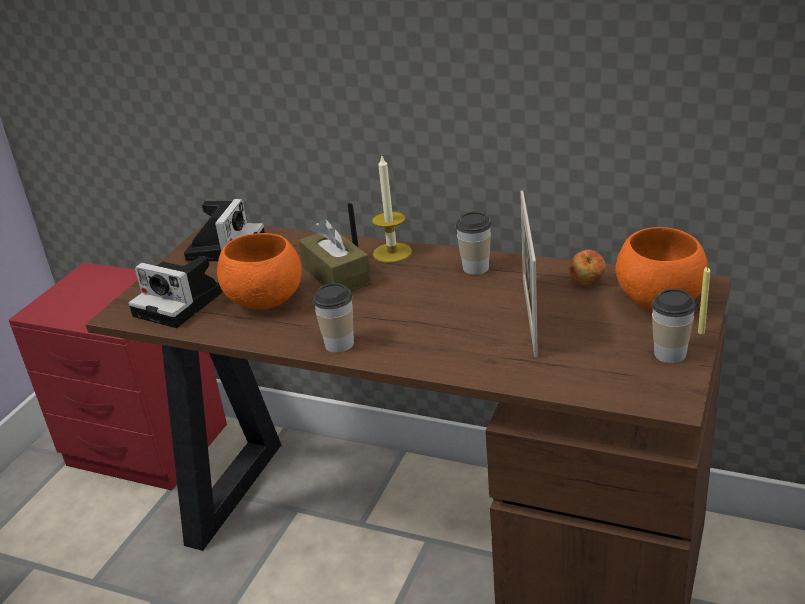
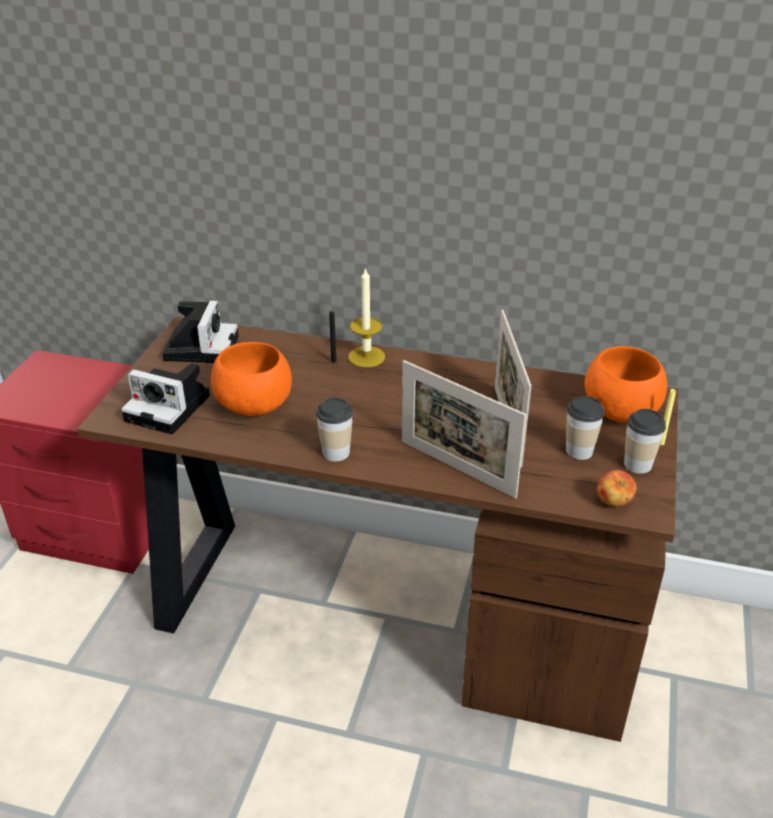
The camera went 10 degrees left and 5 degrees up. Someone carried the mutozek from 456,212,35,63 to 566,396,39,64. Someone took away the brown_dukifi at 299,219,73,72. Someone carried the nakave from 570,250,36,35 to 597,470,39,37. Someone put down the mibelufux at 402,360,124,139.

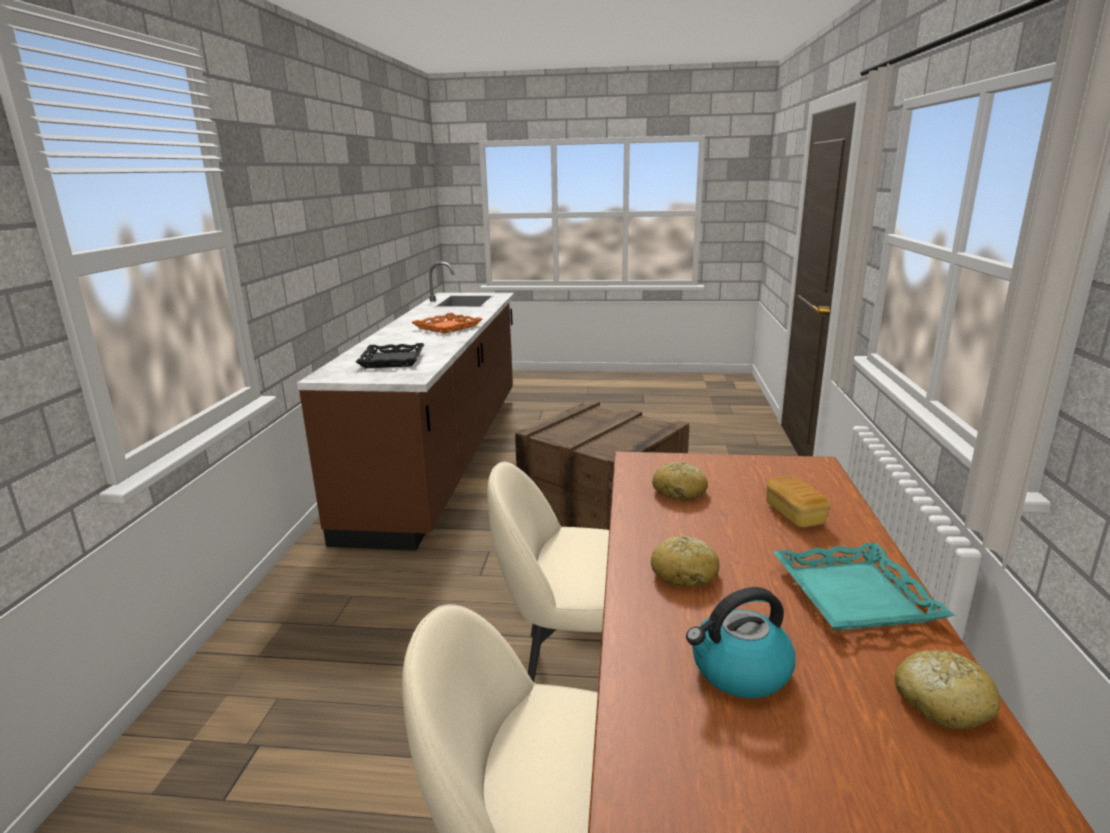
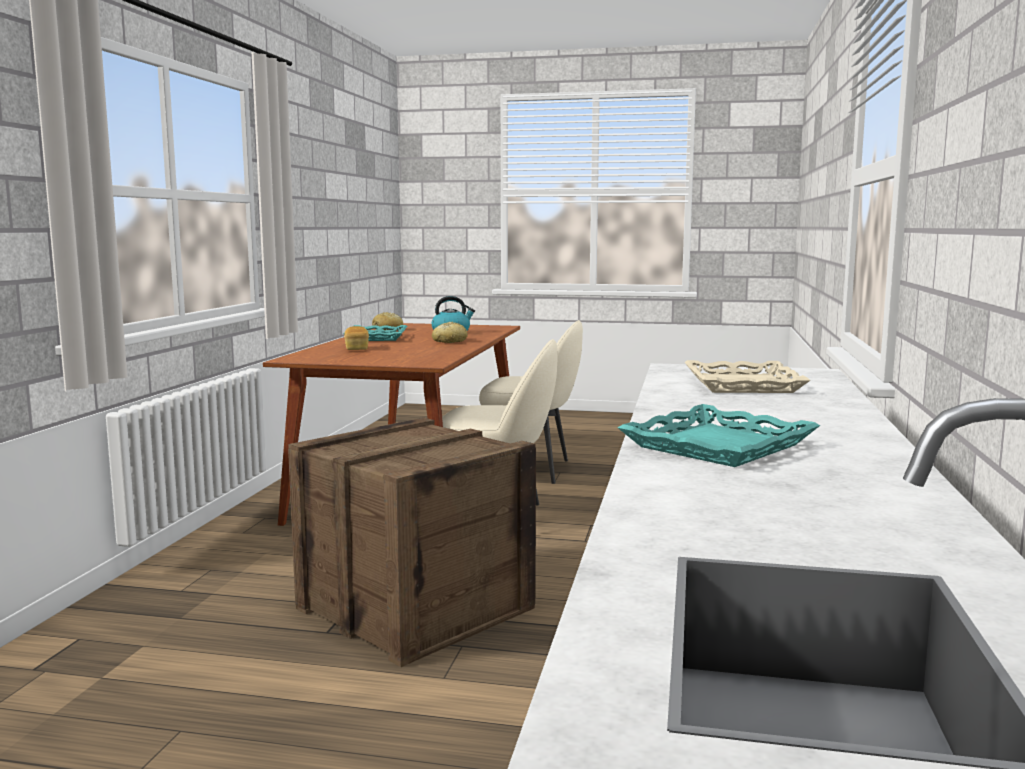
The camera went 175 degrees left and 10 degrees down. Someone repainted the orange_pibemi at 411,313,71,21, which became the turquoise_pibemi at 617,404,203,63. Someone repainted the black_pibemi at 356,343,68,25, which became the beige_pibemi at 684,360,127,33. Someone took away the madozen at 652,462,56,38.

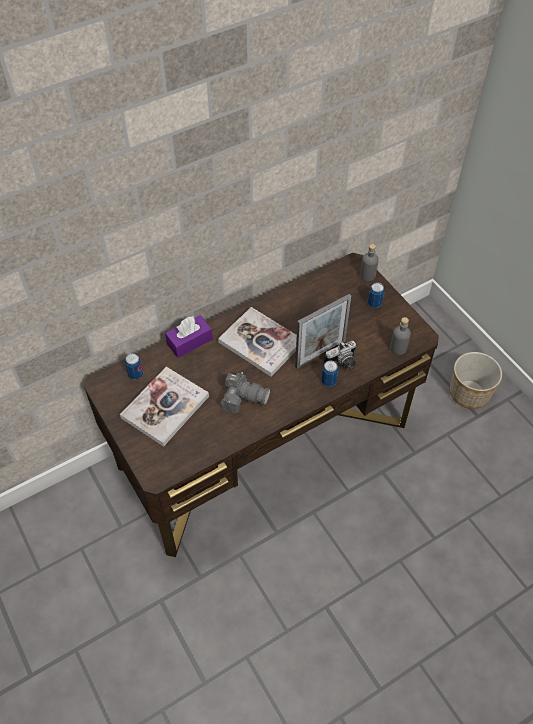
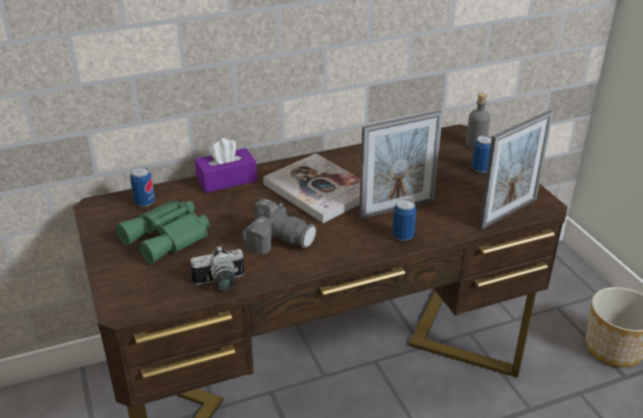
The camera went 10 degrees right and 20 degrees down. Someone swapped the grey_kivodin at 390,317,21,38 for the mibelufux at 479,110,74,119. Someone carried the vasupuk from 324,341,32,29 to 190,246,54,45. Someone swapped the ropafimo at 120,367,89,80 for the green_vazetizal at 116,201,94,63.

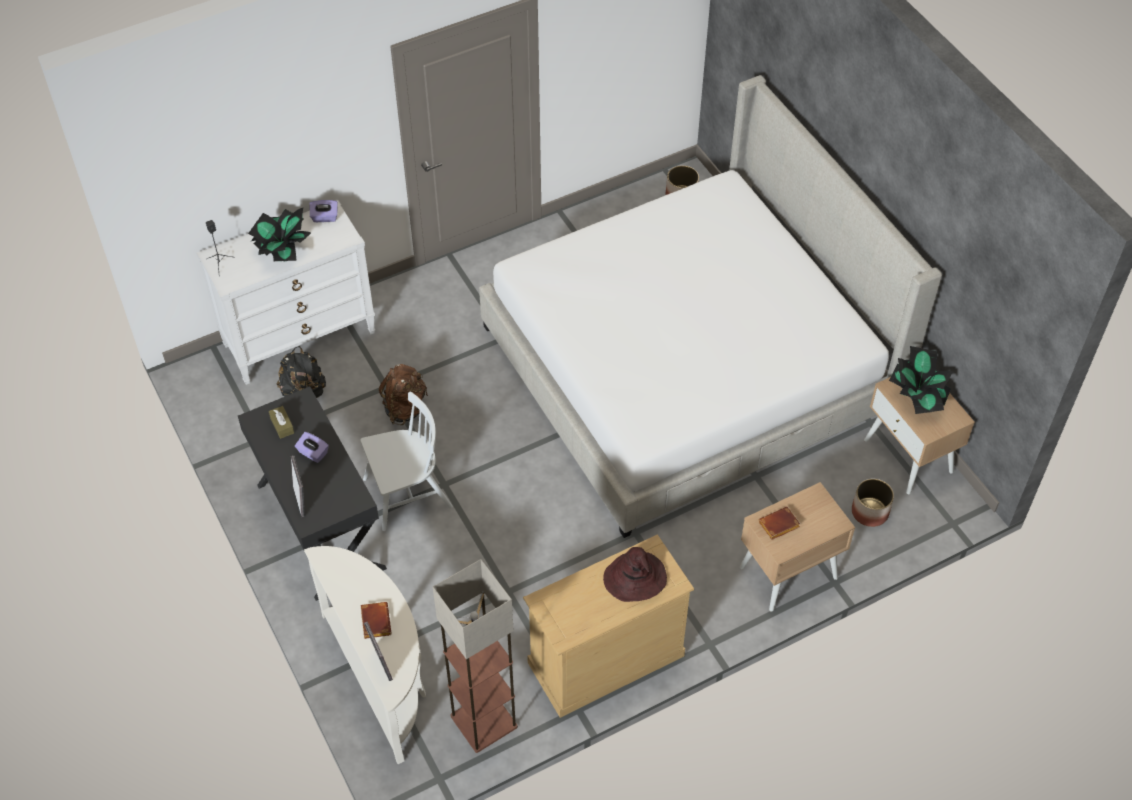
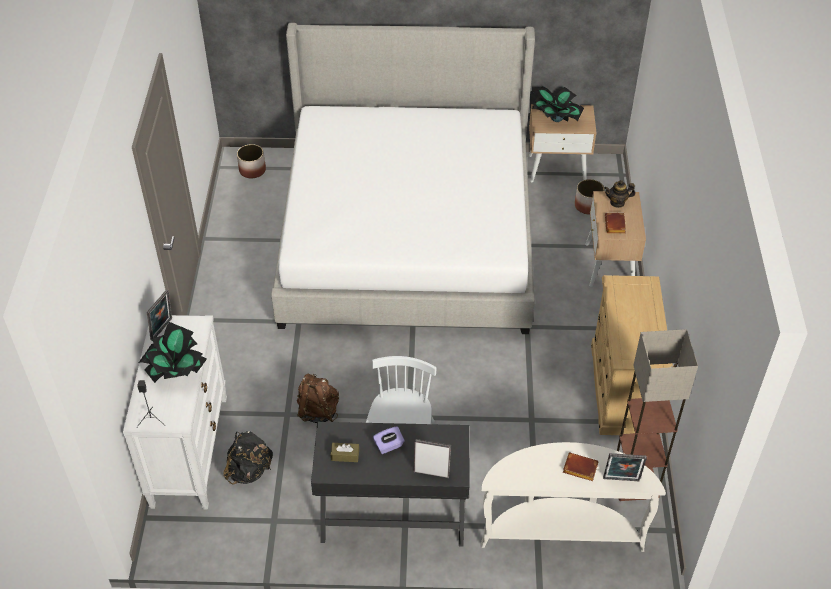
The camera went 60 degrees left and 5 degrees down. Someone swapped the purple_dukifi at 310,200,28,22 for the mibelufux at 147,290,25,50. Someone took away the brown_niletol at 603,547,64,55. Someone put down the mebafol at 604,180,31,28.

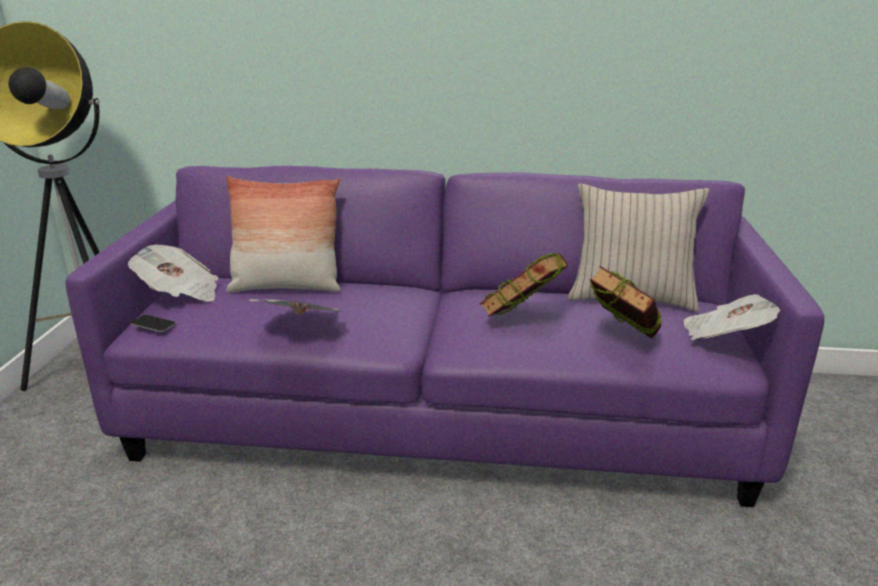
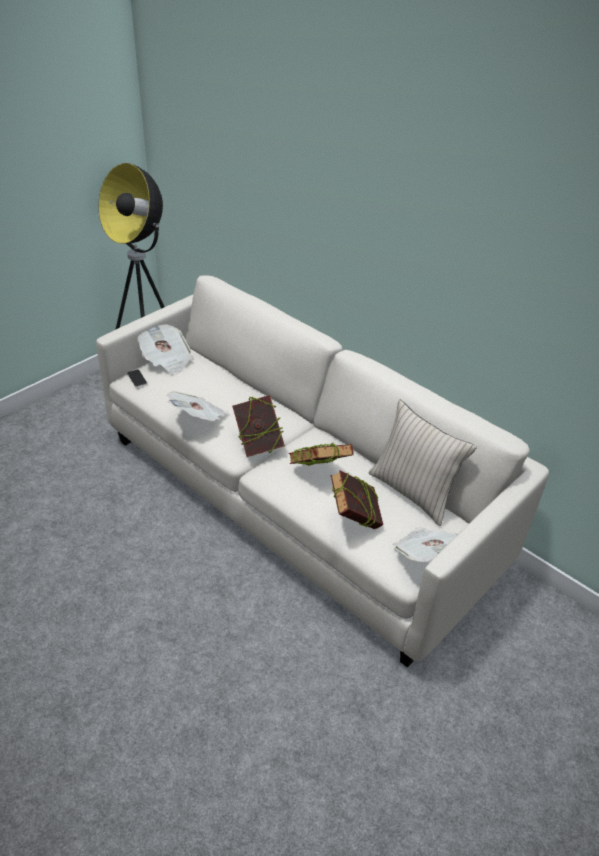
The camera went 35 degrees right and 15 degrees up. Someone repainted the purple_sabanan at 65,166,759,341, which became the white_sabanan at 96,275,453,393. Someone took away the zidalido at 226,176,115,117. Someone put down the ropafimo at 232,395,53,62.

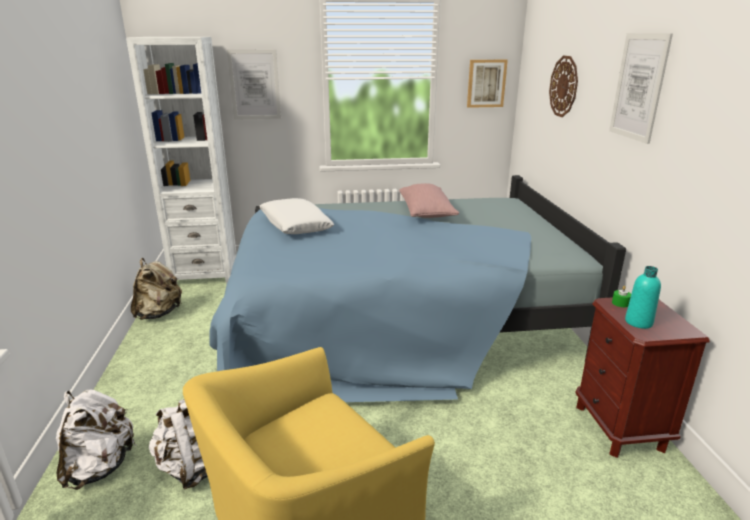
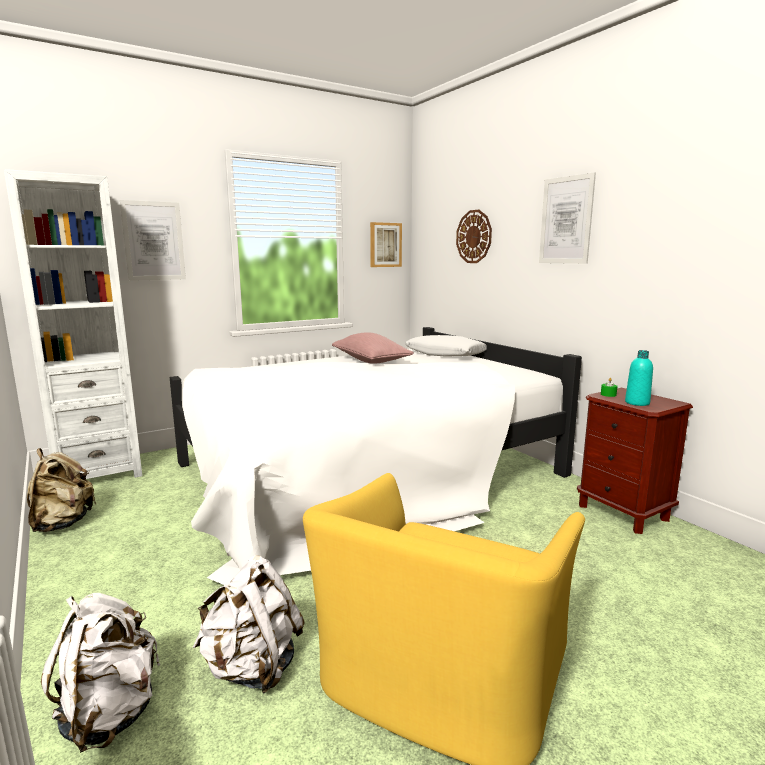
The camera went 25 degrees left and 10 degrees down. Someone repainted the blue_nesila at 209,175,417,227, which became the white_nesila at 170,327,412,258. Someone carried the white_zidalido from 259,198,75,36 to 405,335,82,22.

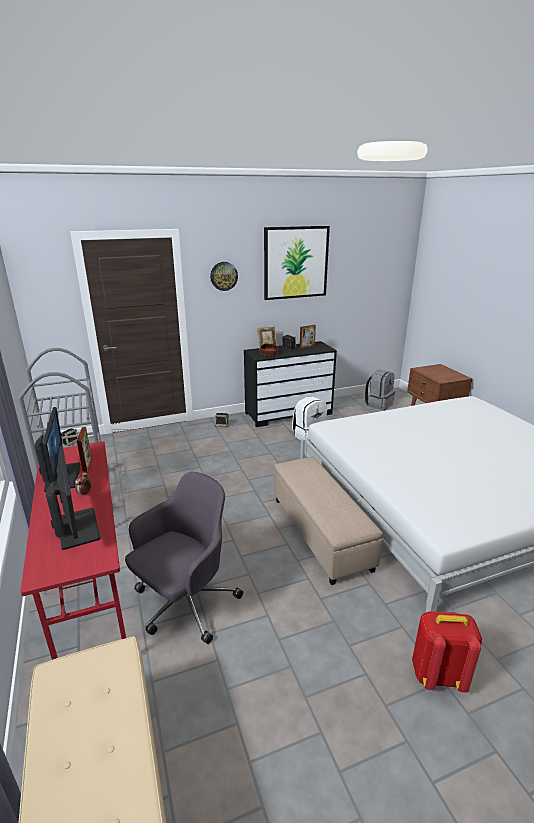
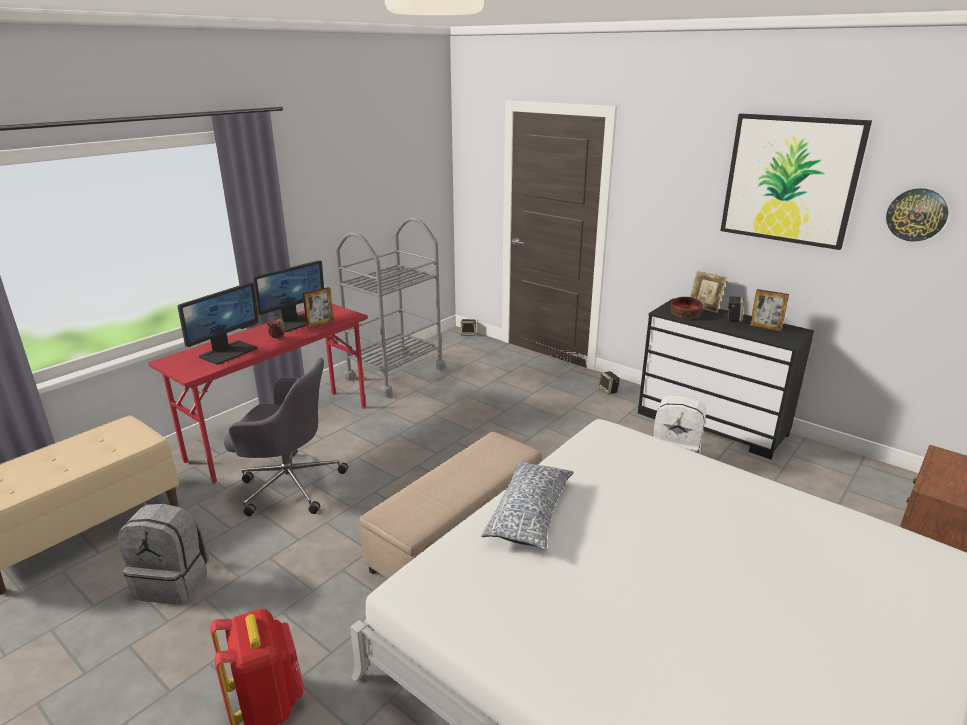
The camera went 60 degrees right and 0 degrees up. Someone carried the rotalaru from 210,262,28,29 to 886,188,62,54. Someone carried the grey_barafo from 364,370,32,40 to 118,504,91,101. Someone put down the zidalido at 481,459,92,91.

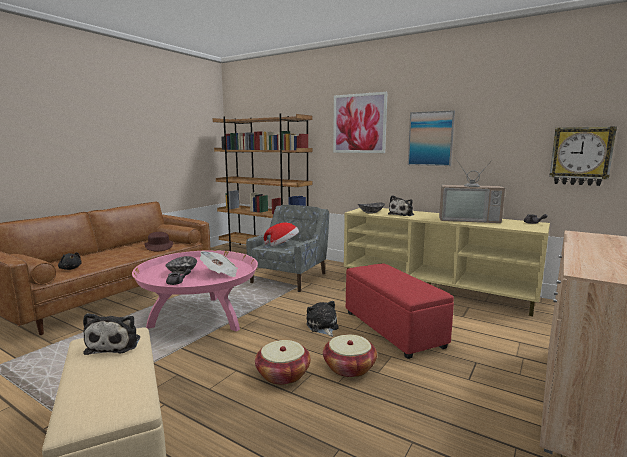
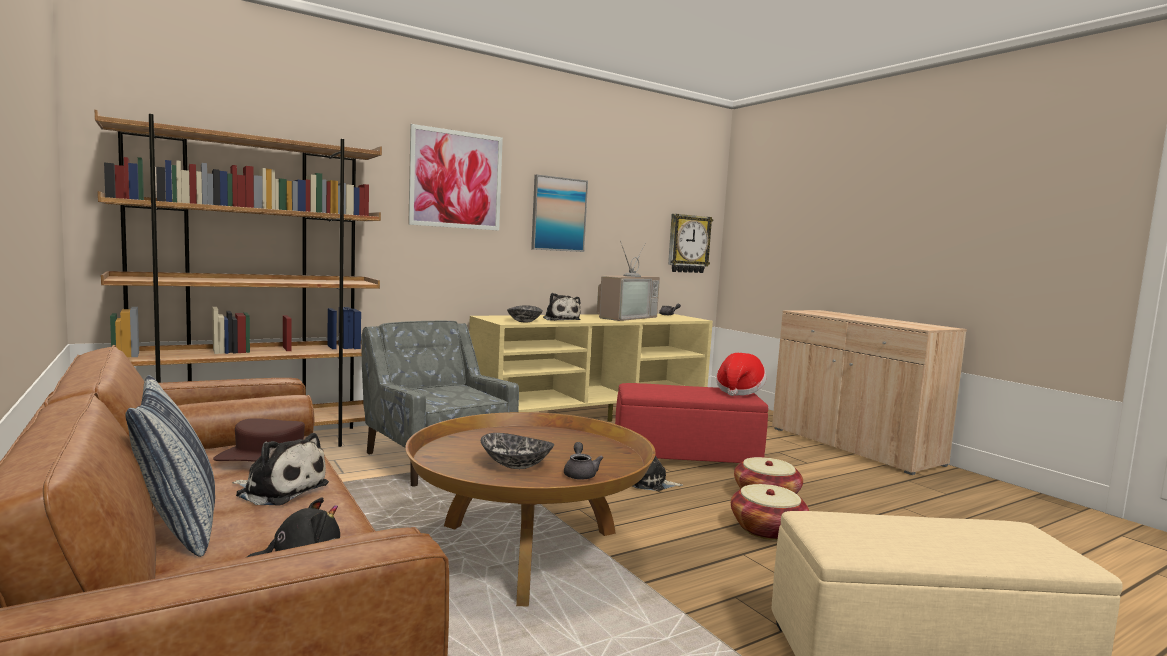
The camera went 65 degrees left and 5 degrees down. Someone carried the niletol from 264,222,35,24 to 716,353,50,43. Someone repainted the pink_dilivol at 132,250,126,82, which became the brown_dilivol at 405,412,250,195. Someone took away the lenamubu at 200,251,38,26. Someone carried the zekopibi from 83,313,57,42 to 232,433,97,72. Someone put down the zidalido at 125,375,90,182.

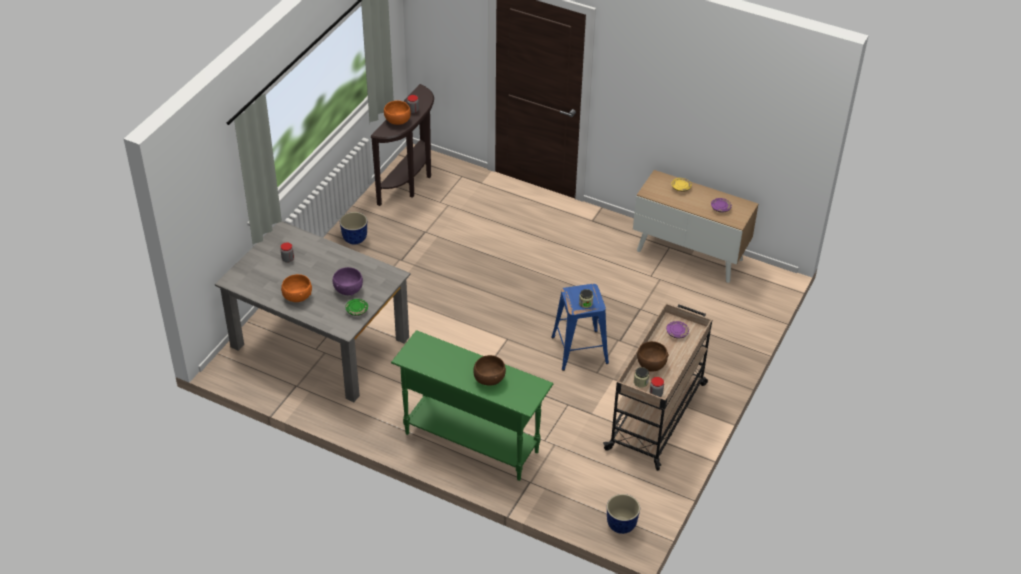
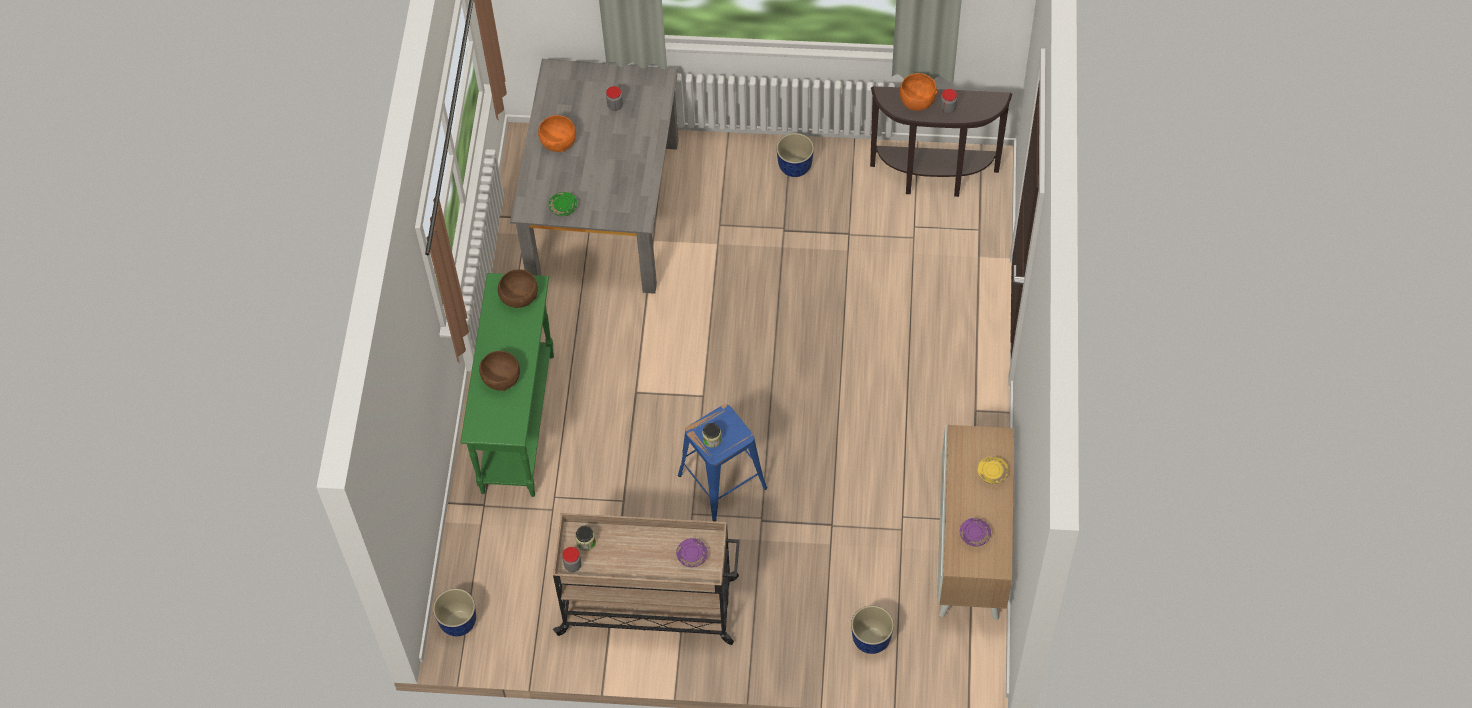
The camera went 70 degrees right and 15 degrees up. Someone took away the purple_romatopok at 333,267,30,29. Someone carried the brown_romatopok from 637,341,32,31 to 498,269,40,39. Someone put down the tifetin at 851,605,43,49.

